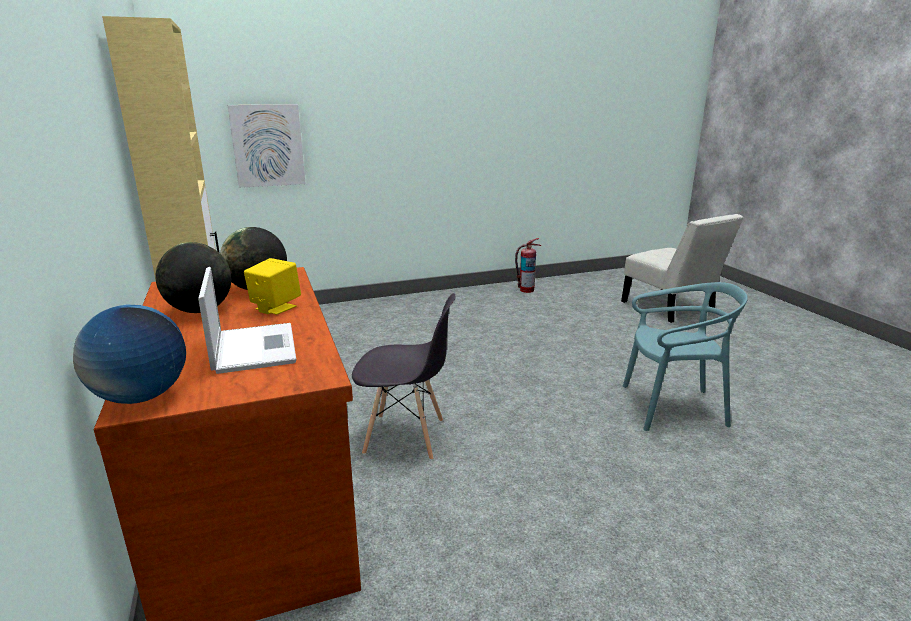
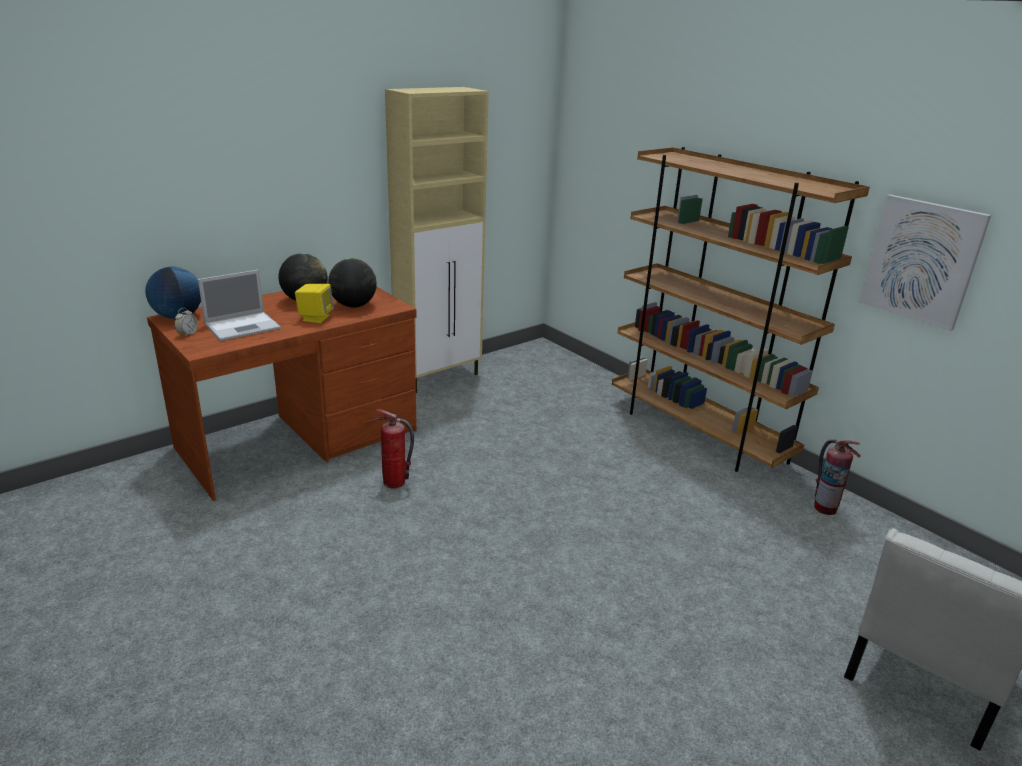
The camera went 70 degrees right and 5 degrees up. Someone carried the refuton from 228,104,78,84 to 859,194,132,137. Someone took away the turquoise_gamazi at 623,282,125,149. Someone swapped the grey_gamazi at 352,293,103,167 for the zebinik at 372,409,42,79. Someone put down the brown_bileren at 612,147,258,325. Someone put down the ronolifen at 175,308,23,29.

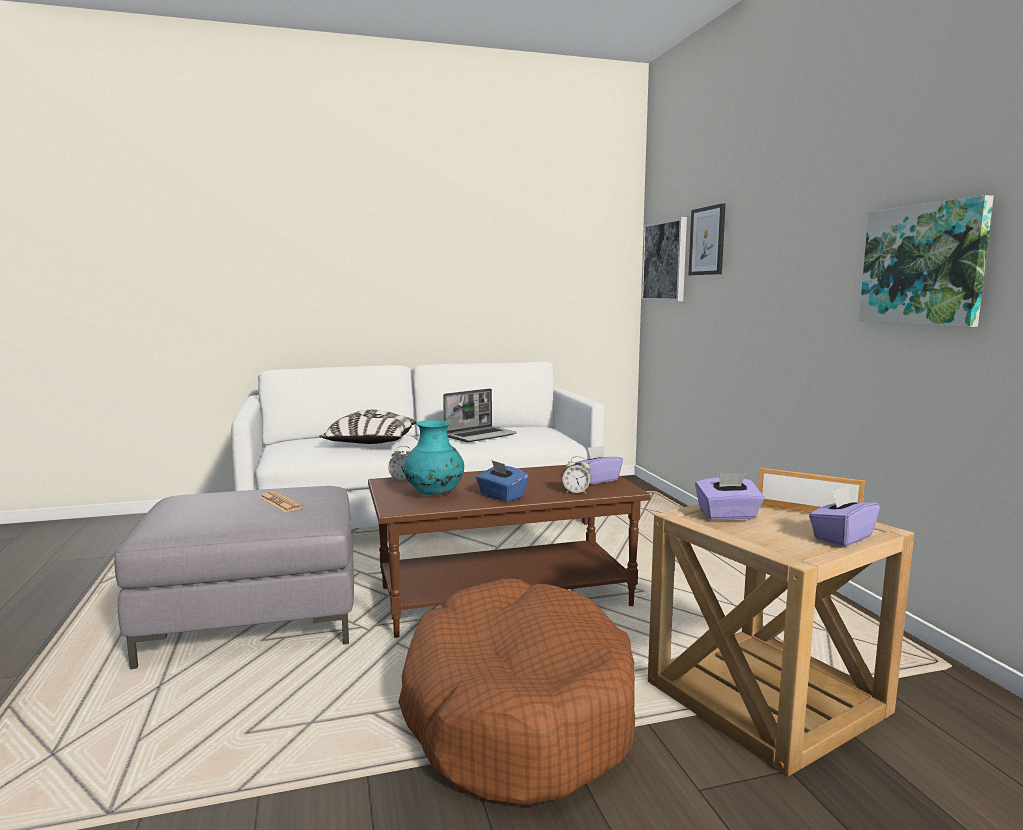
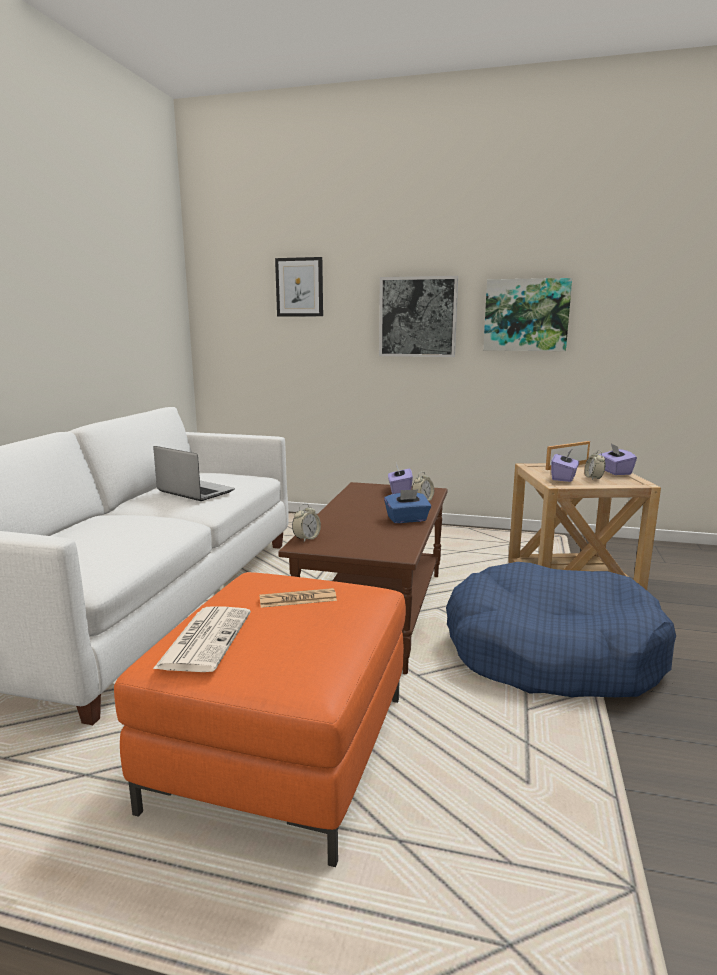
The camera went 60 degrees left and 5 degrees up. Someone carried the refuton from 641,217,46,84 to 379,276,79,81. Someone rotated the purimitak at 443,388,74,54 by 45 degrees counterclockwise. Someone took away the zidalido at 319,410,98,34. Someone took away the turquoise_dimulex at 404,420,60,76. Someone repainted the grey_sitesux at 114,486,240,183, which became the orange_sitesux at 114,572,292,295. Someone repainted the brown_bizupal at 398,579,237,228, which became the blue_bizupal at 446,562,230,135. Someone put down the ronolifen at 585,450,20,30. Someone put down the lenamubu at 153,606,98,66.

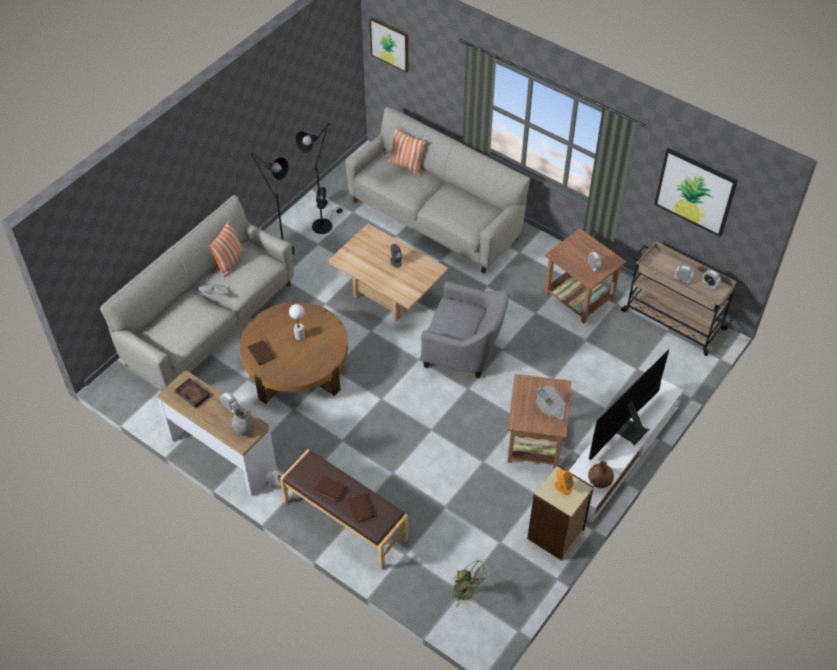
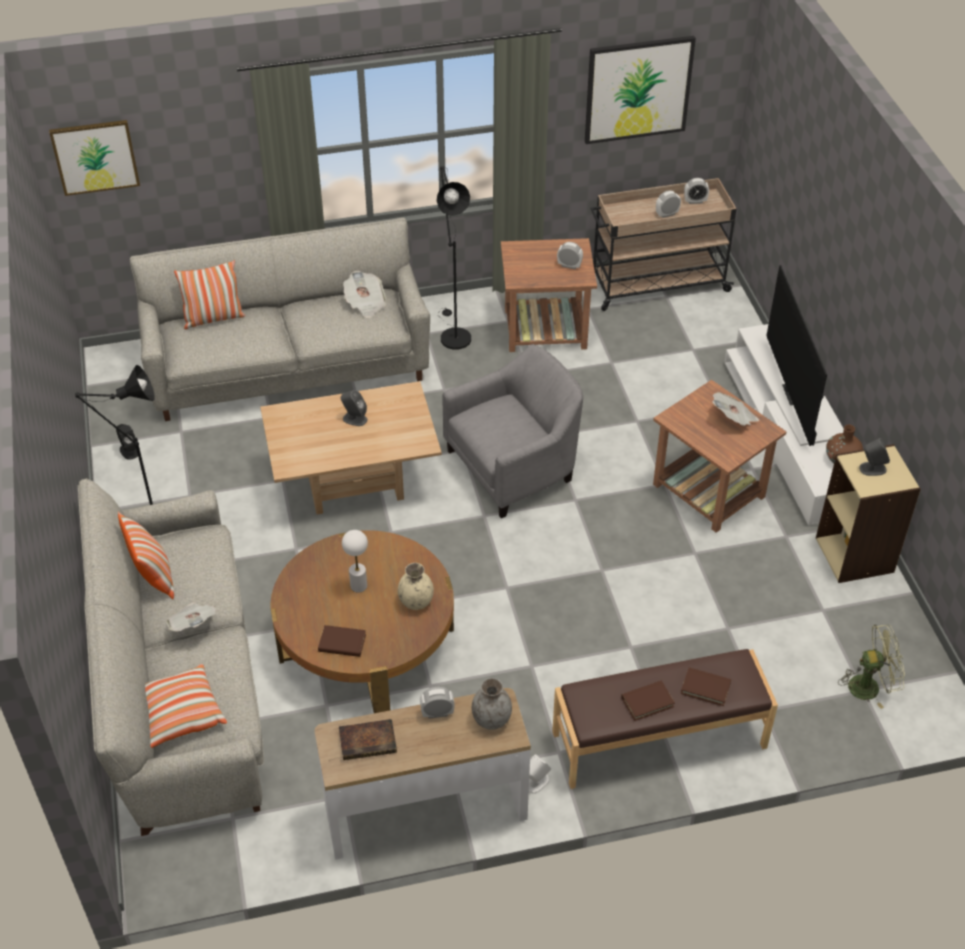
The camera went 50 degrees left and 5 degrees down. Someone carried the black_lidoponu from 296,122,47,112 to 437,166,34,184. Someone repainted the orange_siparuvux at 554,469,20,26, which became the grey_siparuvux at 859,438,31,38. Someone put down the lenamubu at 343,271,43,47. Someone put down the beige_dimulex at 398,563,36,47. Someone put down the zidalido at 145,664,82,84.

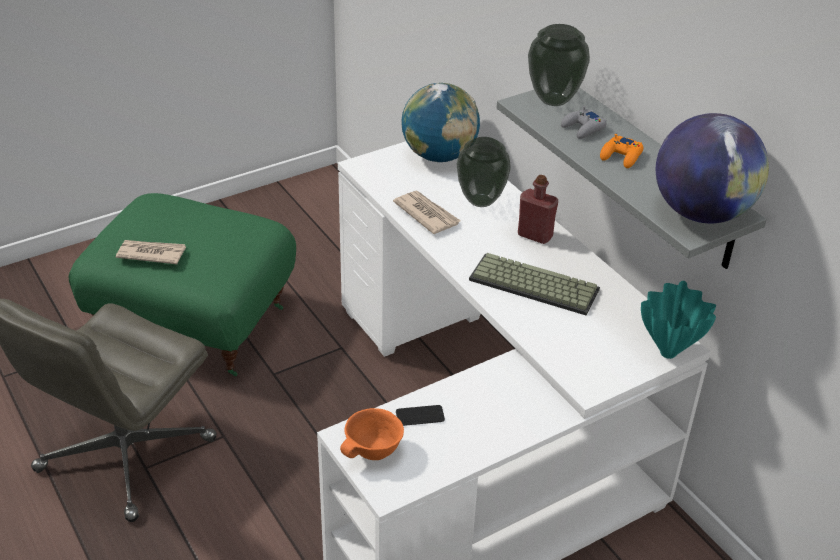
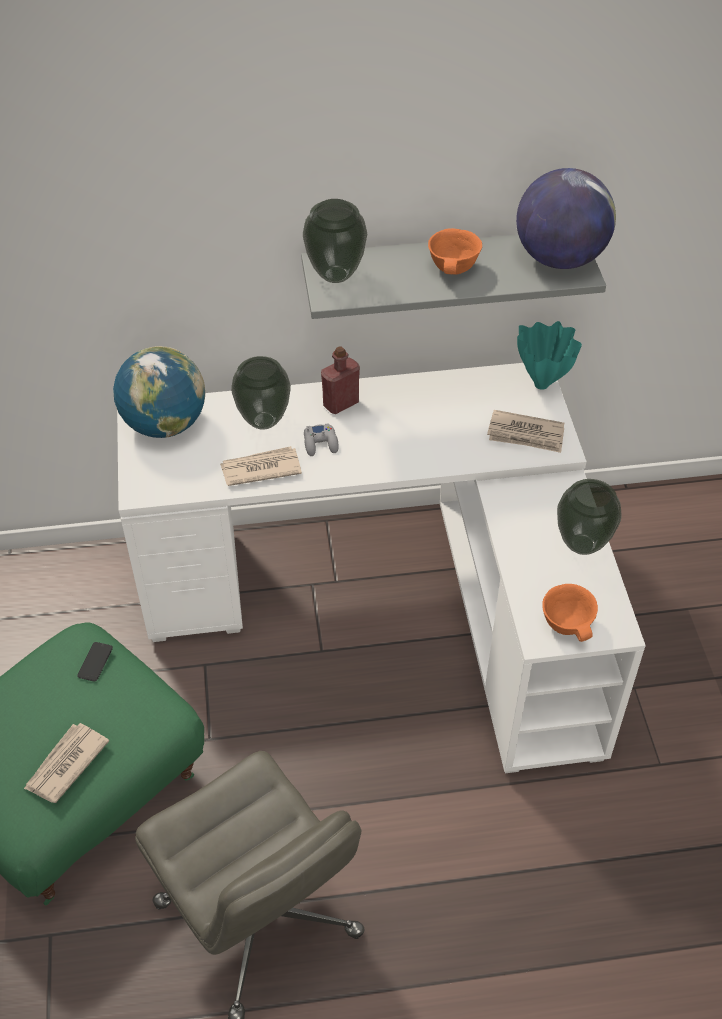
The camera went 65 degrees left and 10 degrees up. Someone carried the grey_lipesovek from 561,106,46,33 to 304,423,35,33. Someone swapped the orange_lipesovek at 600,134,43,34 for the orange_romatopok at 428,228,54,47. Someone took away the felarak at 469,253,131,62. Someone carried the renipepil from 396,405,49,21 to 77,642,36,40. Someone put down the lenamubu at 487,410,77,43. Someone put down the dimulex at 557,479,65,76.

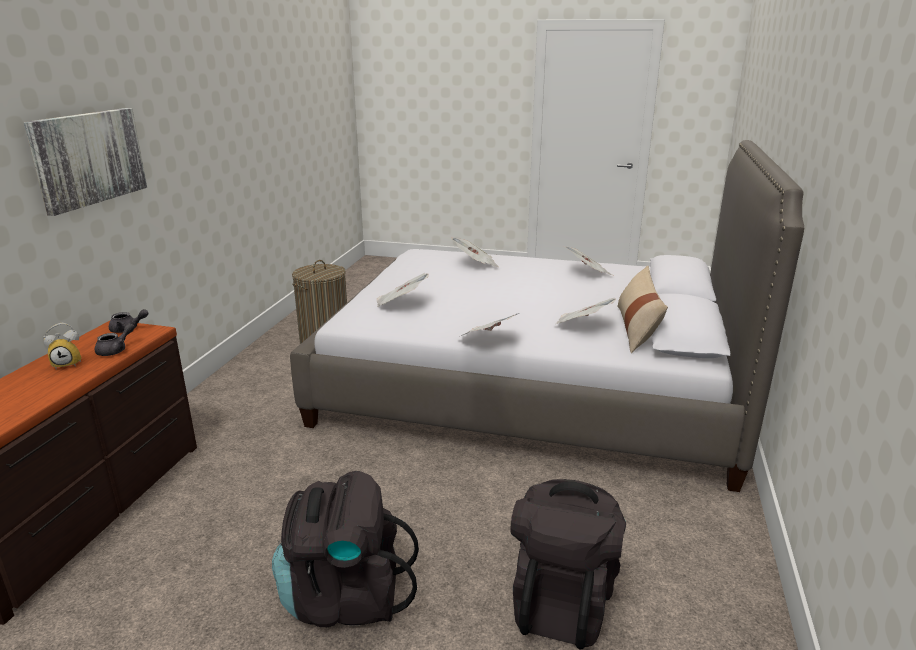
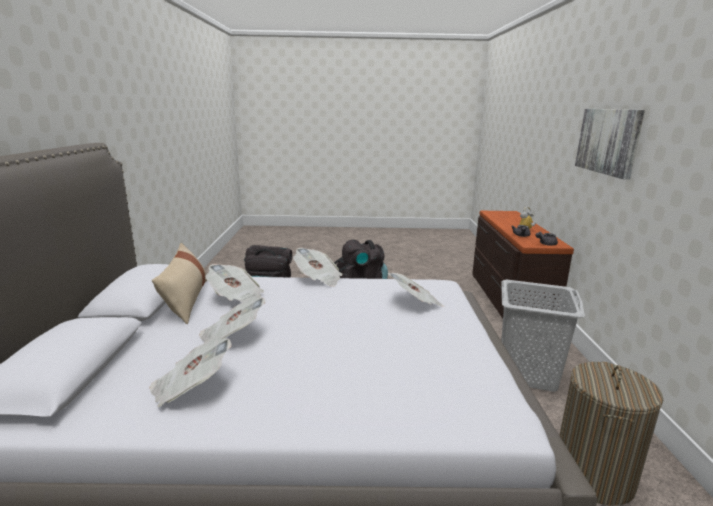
The camera went 165 degrees right and 5 degrees down. Someone carried the lenamubu from 451,238,48,29 to 199,296,66,47. Someone put down the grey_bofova at 501,279,84,113.

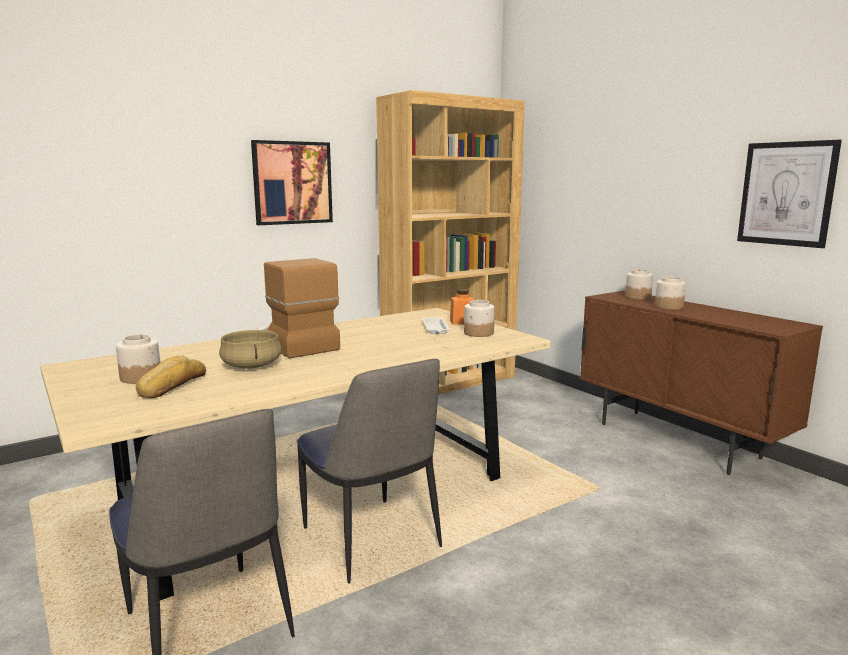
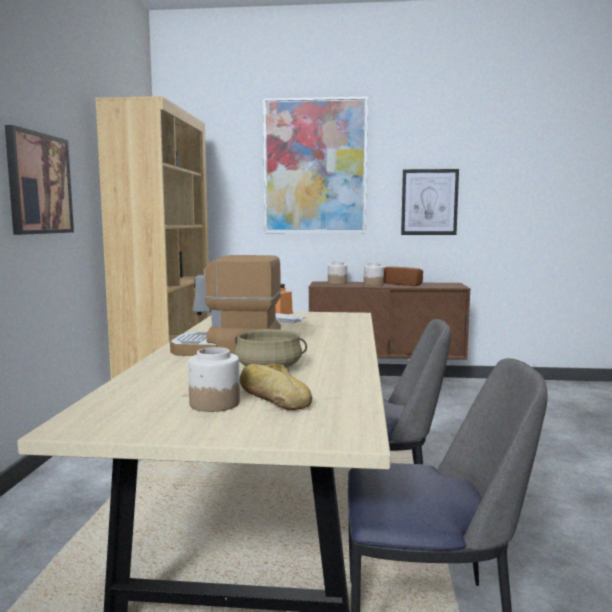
The camera went 50 degrees left and 5 degrees down. Someone took away the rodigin at 464,300,31,37. Someone put up the refuton at 263,96,105,137. Someone put down the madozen at 384,266,39,20.

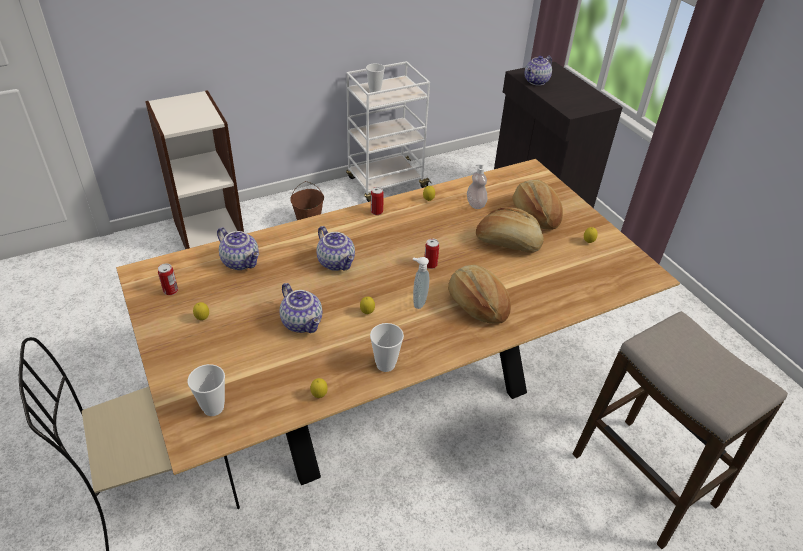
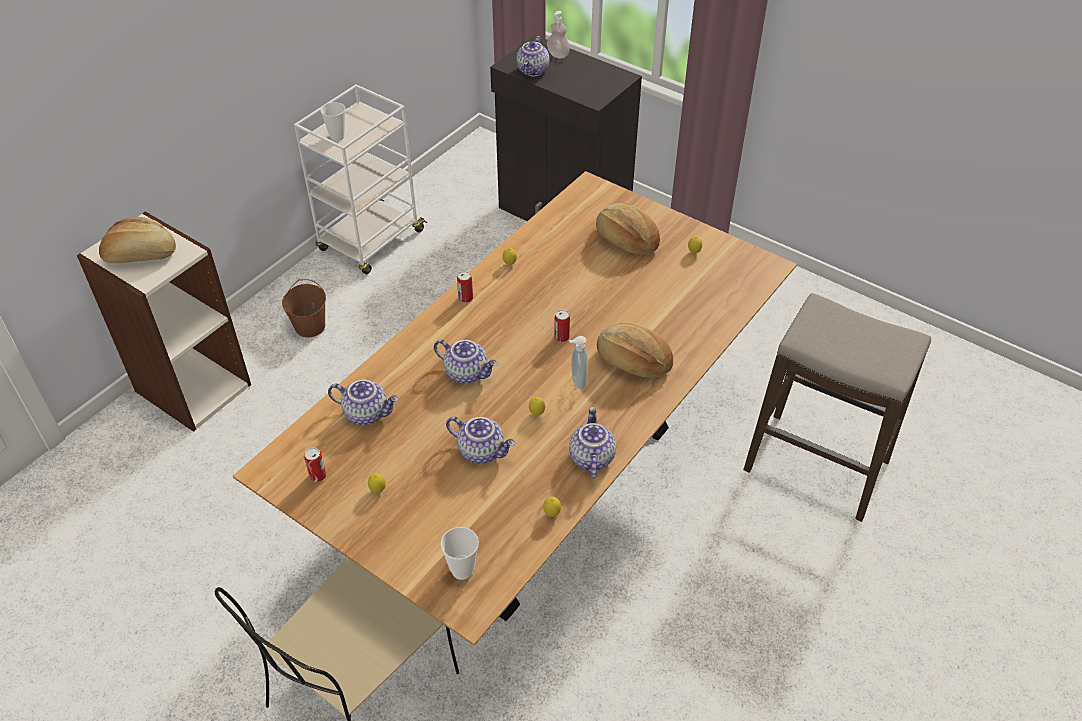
The camera went 25 degrees left and 5 degrees up. Someone carried the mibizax from 467,161,20,48 to 547,11,23,48. Someone carried the madozen from 476,207,68,46 to 99,217,77,47. Someone swapped the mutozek at 370,323,34,49 for the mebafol at 569,407,47,71.

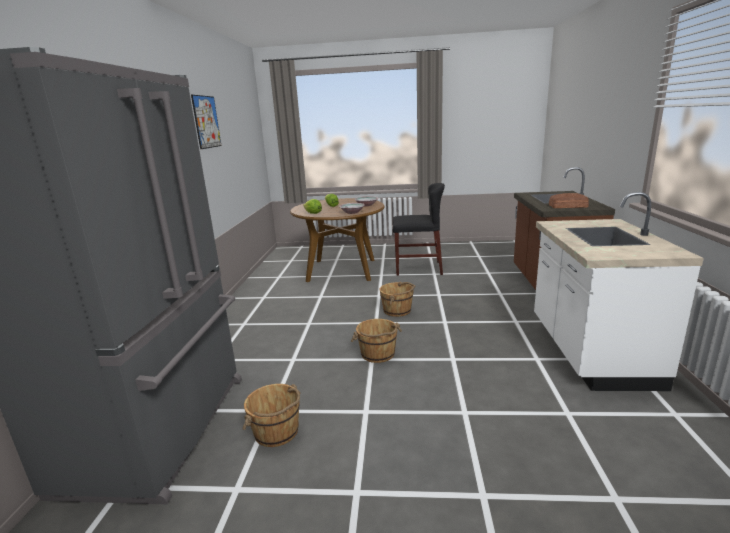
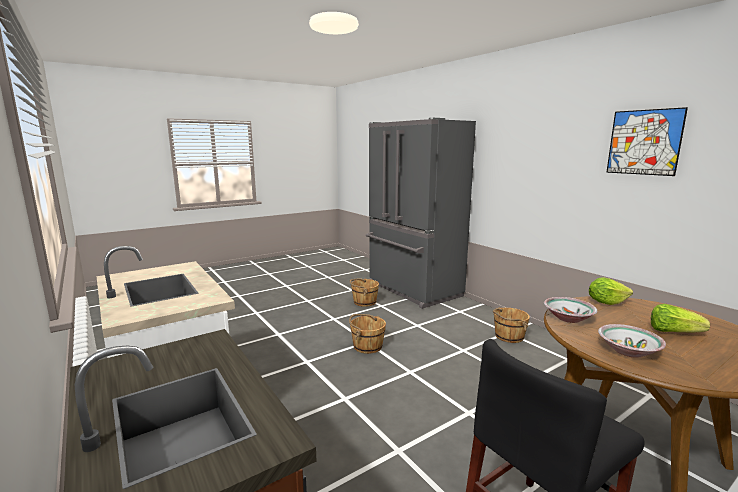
The camera went 140 degrees right and 5 degrees down. Someone took away the madozen at 549,193,40,15. Someone carried the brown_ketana from 380,282,35,35 to 493,307,37,36.

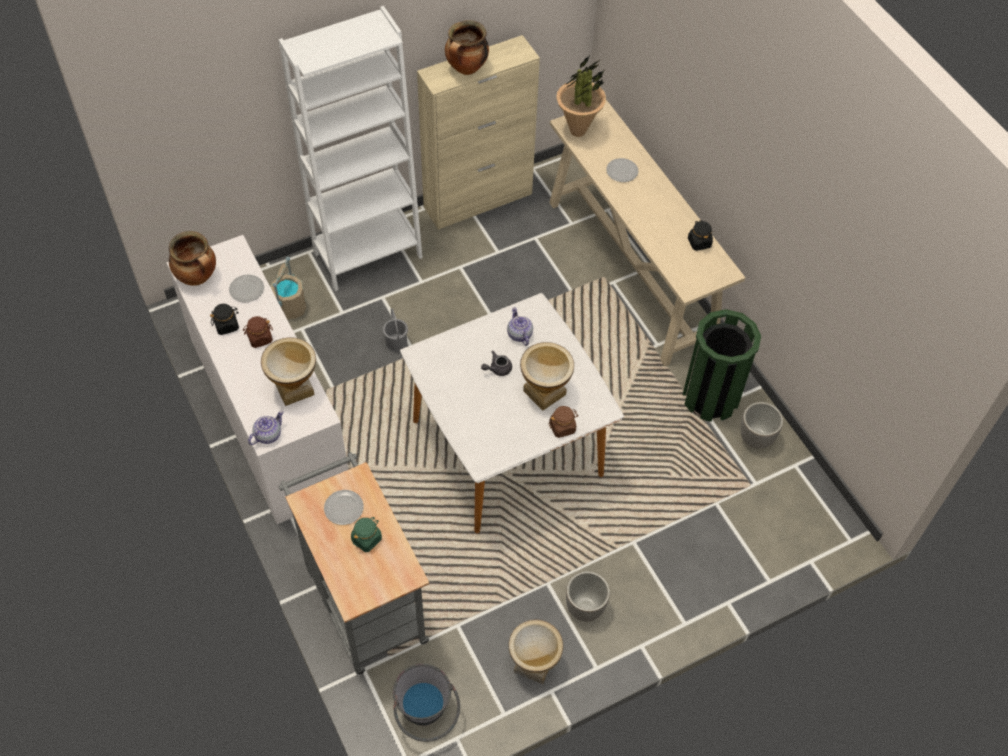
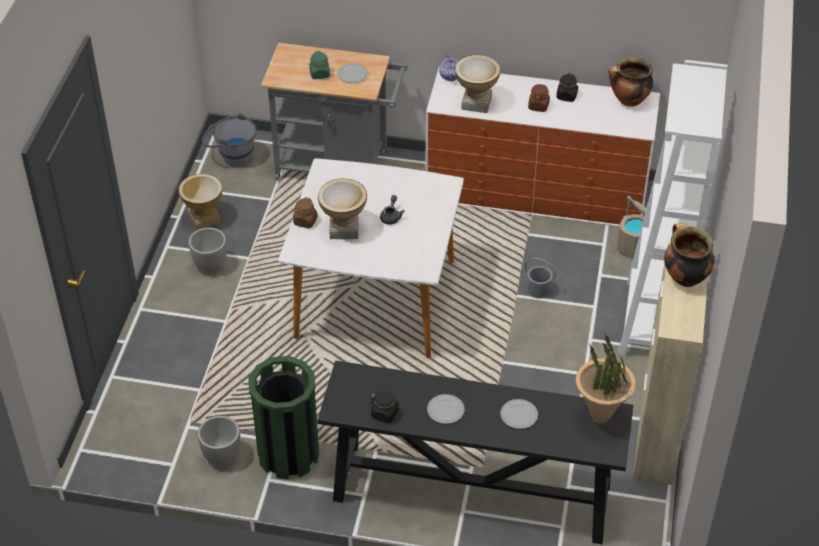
The camera went 130 degrees right and 10 degrees down. Someone repainted the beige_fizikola at 549,100,197,266, which became the black_fizikola at 317,361,316,183. Someone carried the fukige from 229,275,35,27 to 427,394,38,30. Someone took away the mebafol at 507,307,26,39.

